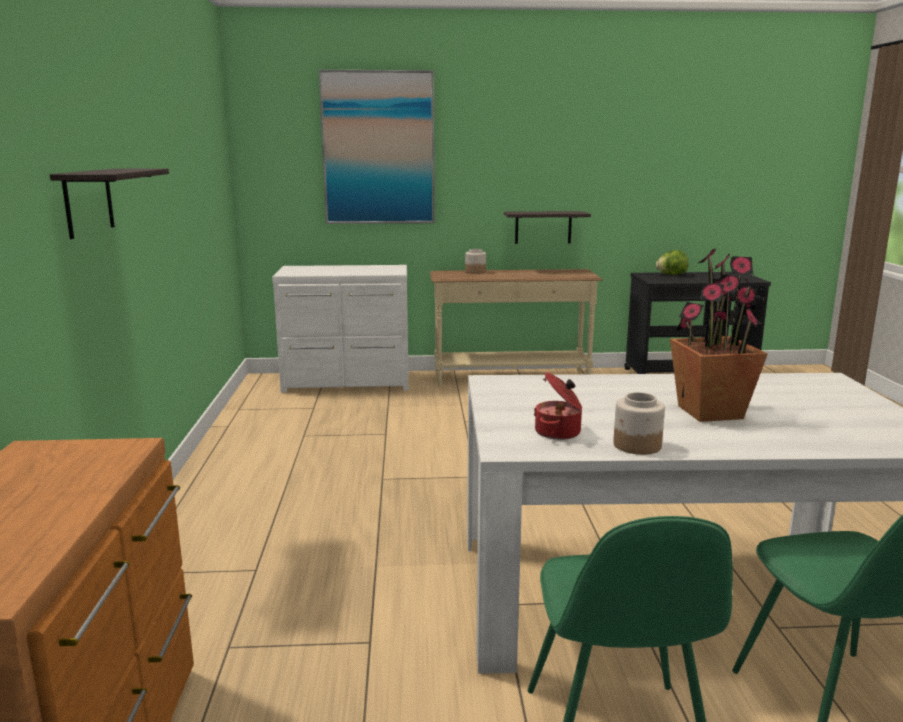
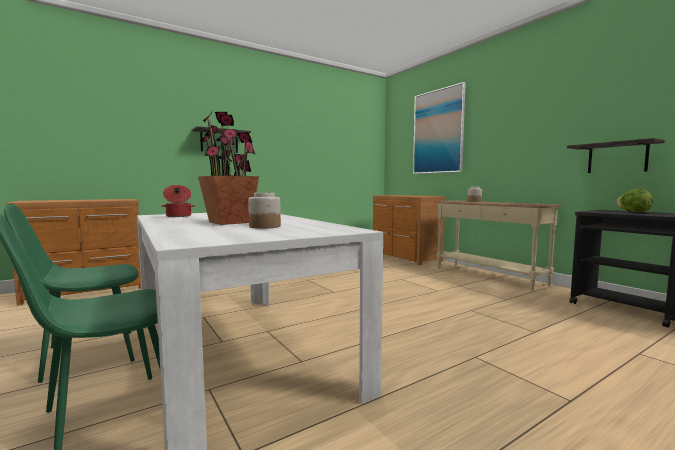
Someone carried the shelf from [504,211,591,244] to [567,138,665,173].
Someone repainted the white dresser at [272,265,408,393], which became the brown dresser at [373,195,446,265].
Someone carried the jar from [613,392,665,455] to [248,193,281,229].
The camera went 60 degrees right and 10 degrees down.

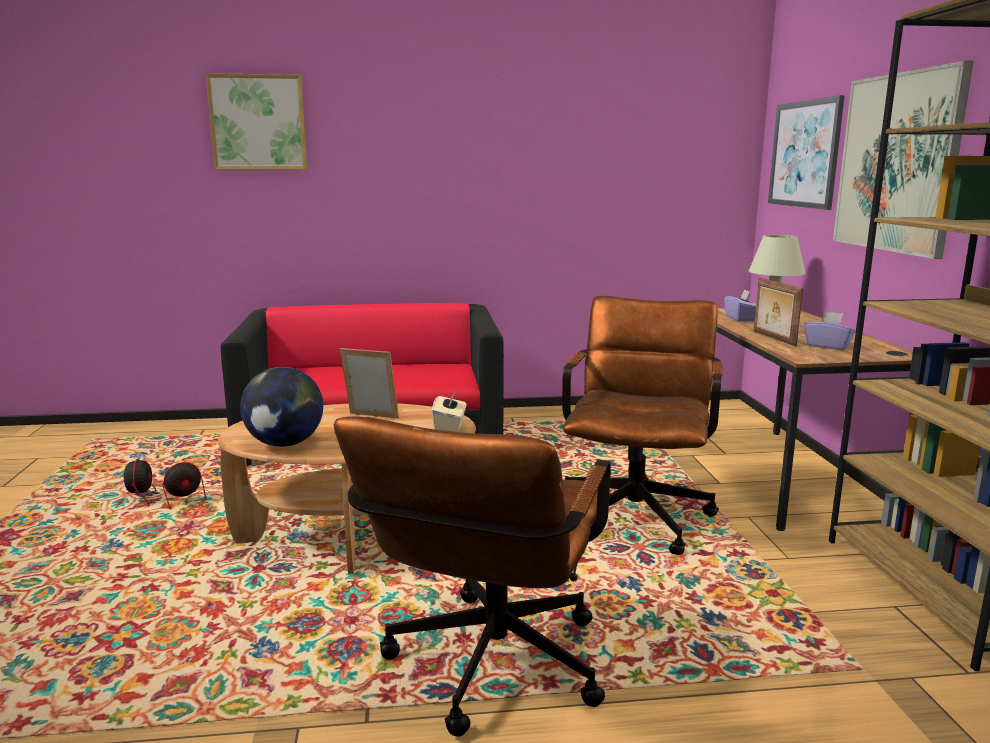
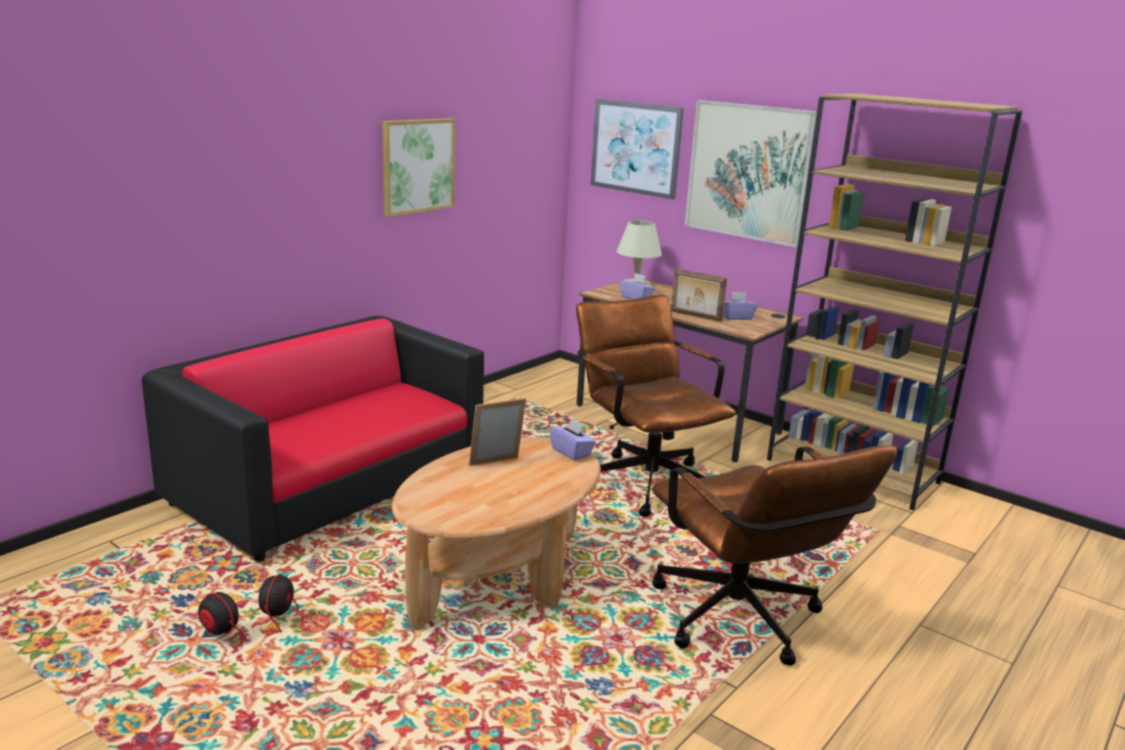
Someone carried the picture from [206,73,307,169] to [382,118,455,217].
Someone took away the globe at [240,367,323,447].
Someone repainted the beige tissue box at [431,390,466,432], which became the purple tissue box at [549,418,596,461].
The camera went 45 degrees left and 5 degrees up.

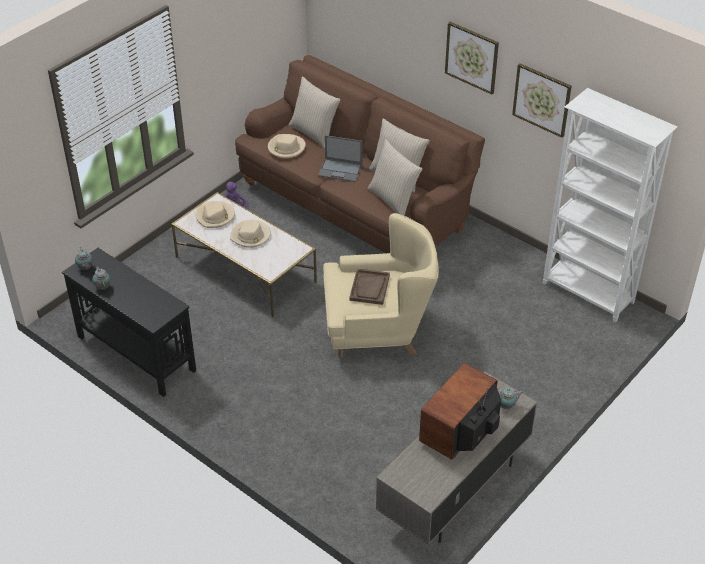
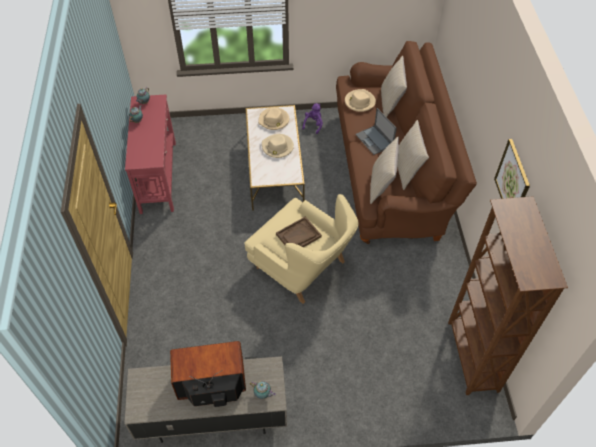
Someone took away the picture at [445,22,499,95].
Someone repainted the white bookcase at [542,88,678,322], which became the brown bookcase at [448,197,568,395].
Someone repainted the black console table at [62,248,196,397], which became the red console table at [125,95,176,214].
The camera went 45 degrees right and 10 degrees up.

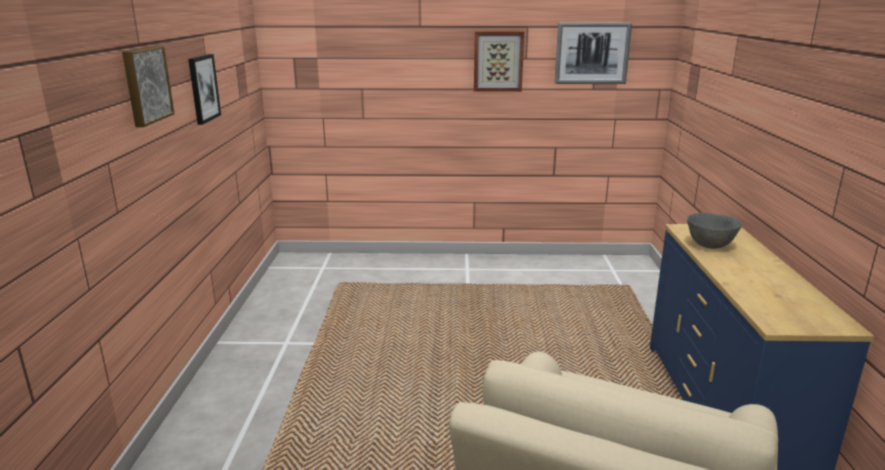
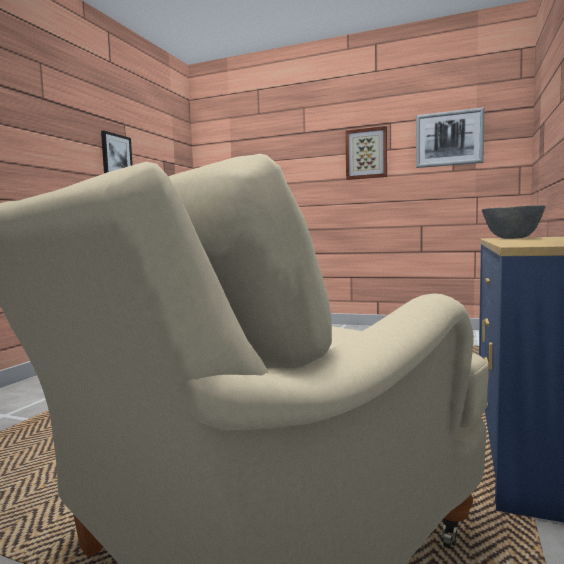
Someone took away the picture at [122,46,174,127].
The camera went 20 degrees right and 15 degrees down.

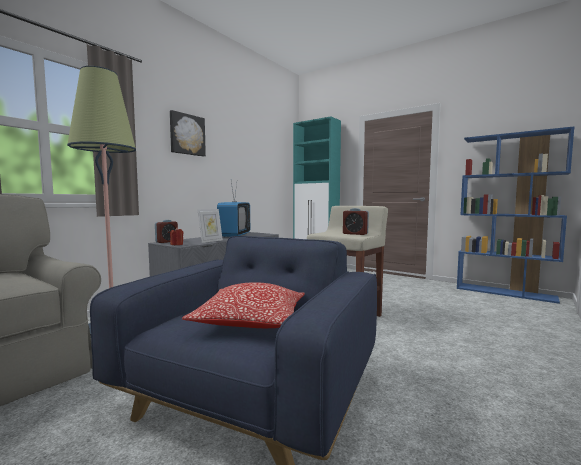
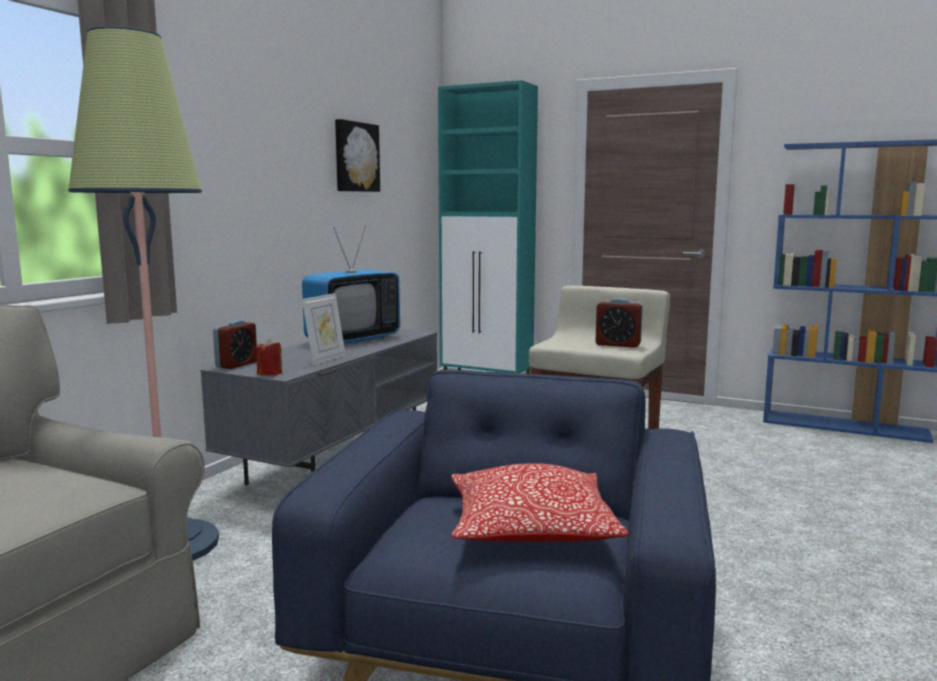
Someone carried the picture from [170,110,206,157] to [335,119,380,192].
Someone rotated the television at [217,182,250,237] by 45 degrees clockwise.
The camera went 10 degrees left and 5 degrees up.

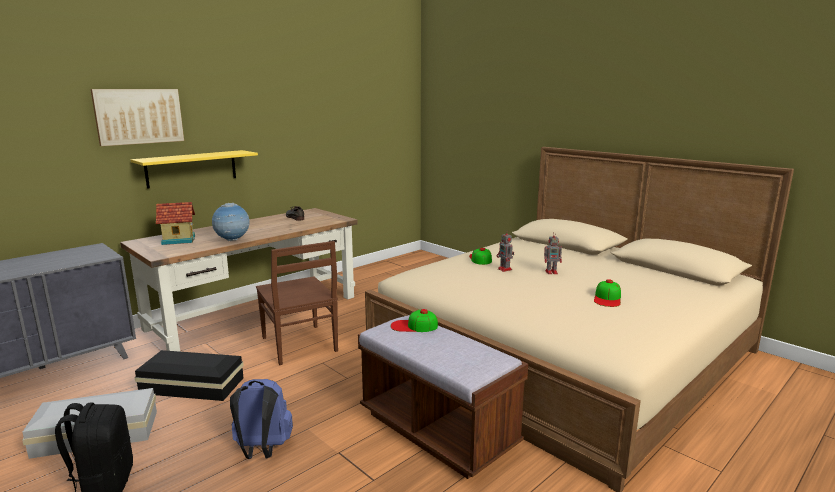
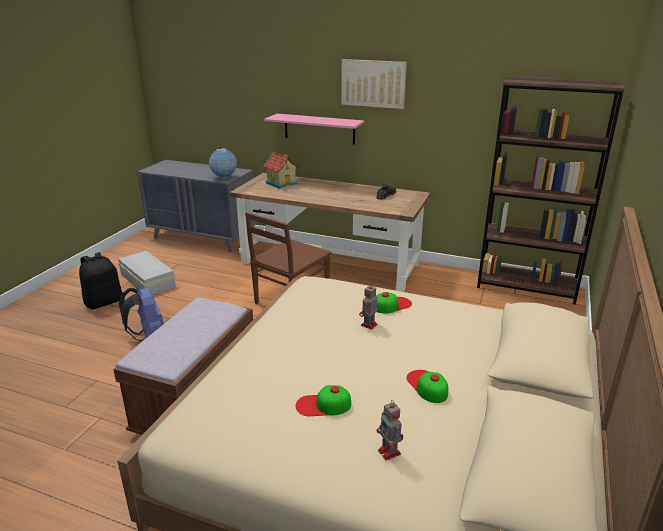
Someone carried the picture from [91,89,184,146] to [341,59,407,109].
Someone repainted the yellow shelf at [131,150,258,189], which became the pink shelf at [264,114,364,145].
Someone carried the globe from [212,203,250,241] to [209,148,237,178].
Someone carried the toy robot from [544,232,562,274] to [376,400,403,460].
Someone carried the cap from [390,309,438,332] to [406,370,448,403].
Someone took away the black storage box at [135,350,244,401].
Someone put down the brown bookcase at [477,76,625,305].
The camera went 65 degrees right and 10 degrees up.

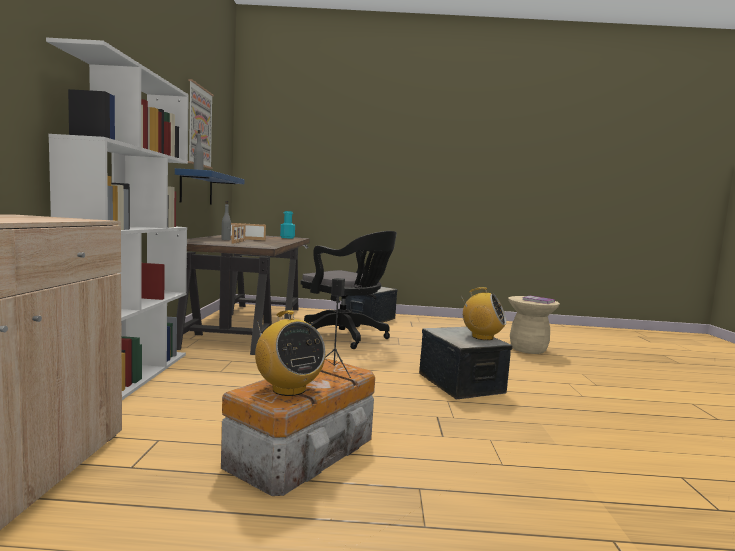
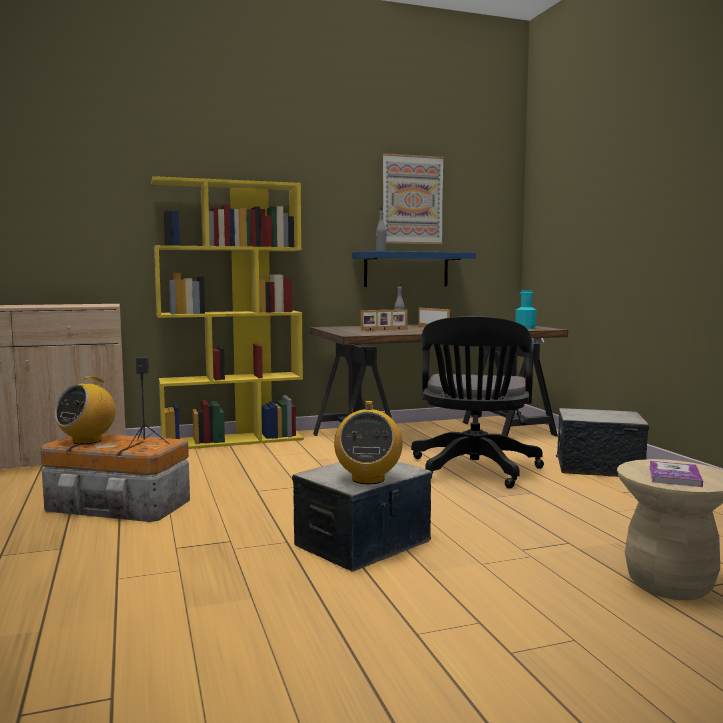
Someone repainted the white bookcase at [46,38,189,400], which became the yellow bookcase at [151,176,304,449].
The camera went 70 degrees right and 0 degrees up.

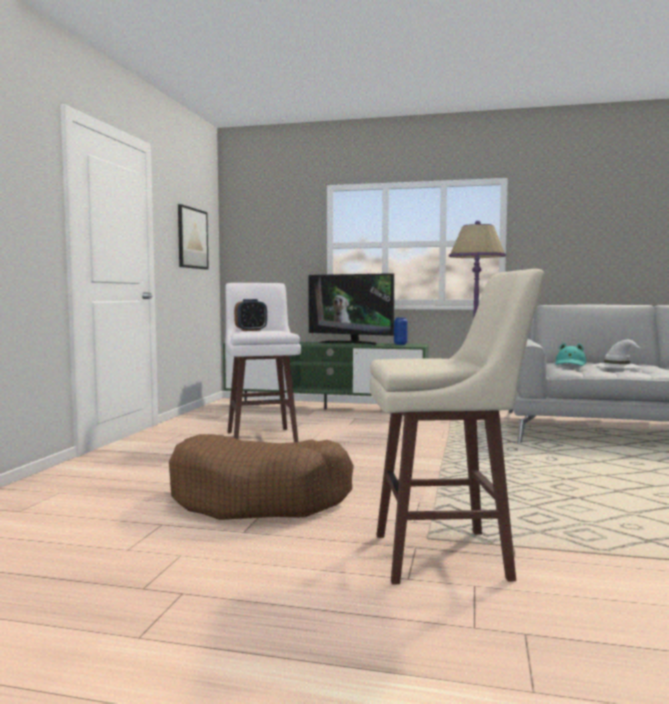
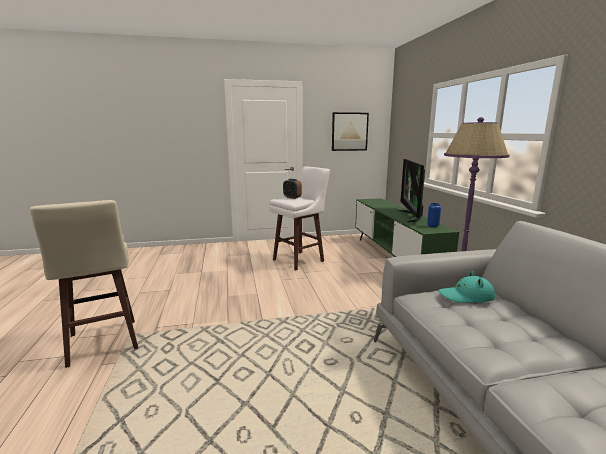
Someone took away the white hat at [593,340,642,368].
Someone took away the brown dog bed at [169,434,354,520].
The camera went 65 degrees right and 10 degrees up.

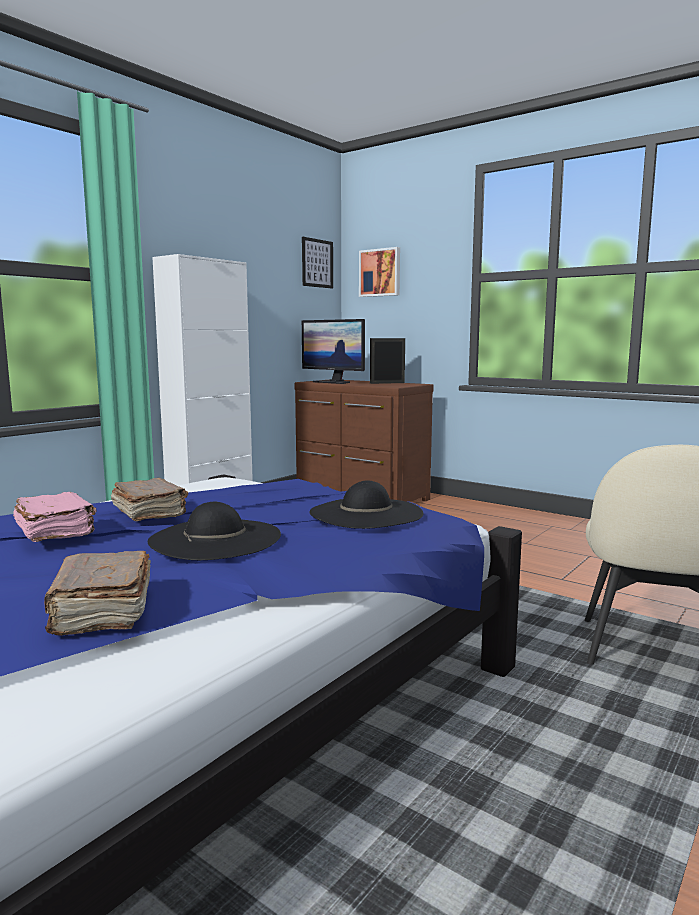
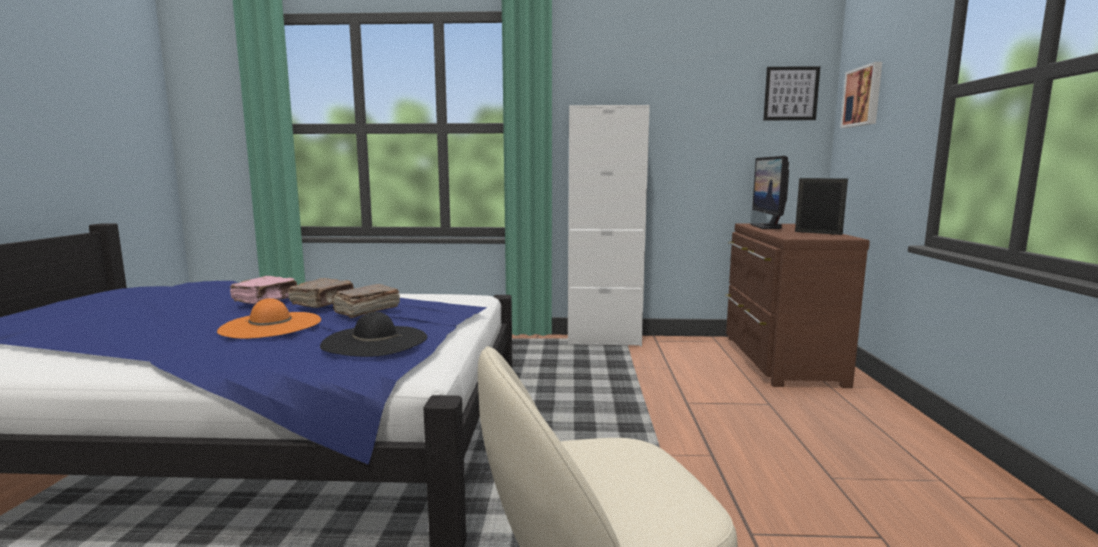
Someone repainted the black hat at [148,502,281,560], which became the orange hat at [217,298,321,339].
Someone carried the brown book from [44,551,151,636] to [332,284,400,318].
The camera went 55 degrees right and 0 degrees up.

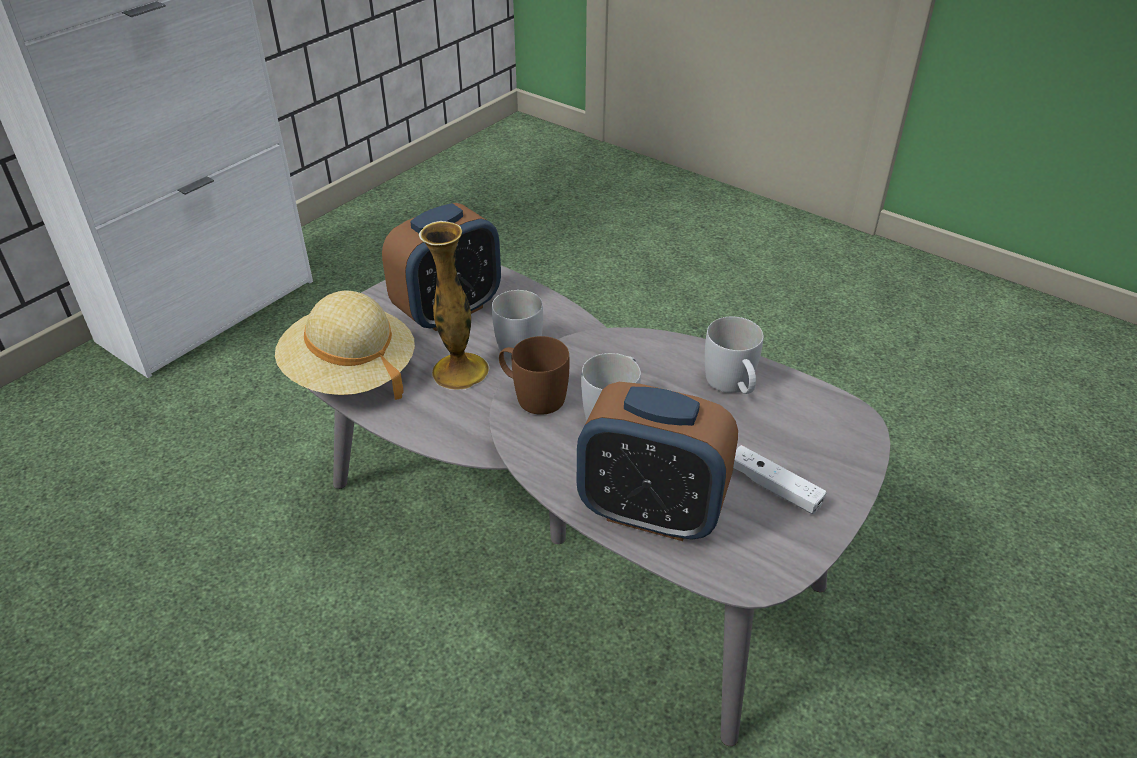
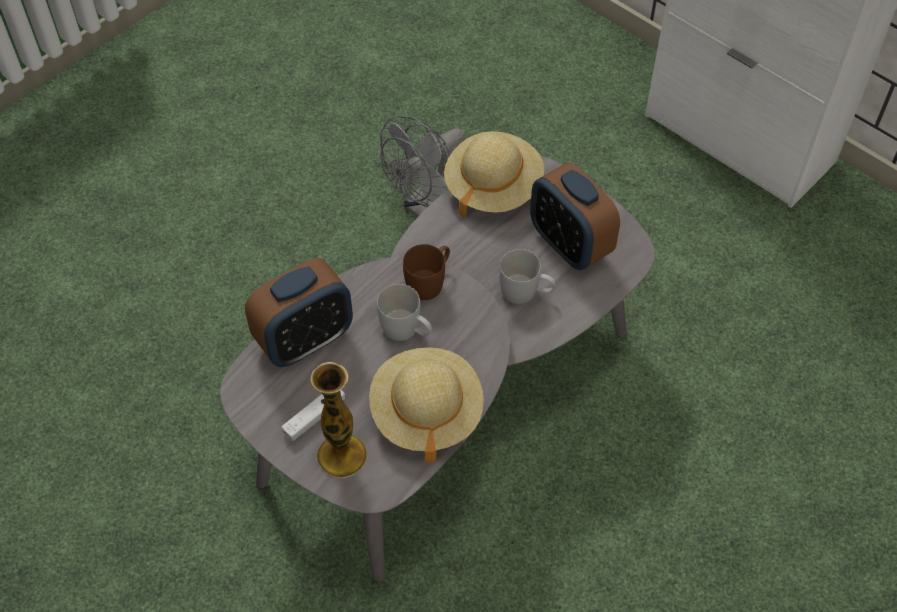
Someone carried the vase from [419,221,490,390] to [310,362,367,478].
Someone swapped the white mug at [705,316,764,394] for the beige hat at [369,347,484,464].
Someone rotated the alarm clock at [577,382,738,541] by 150 degrees counterclockwise.
Someone put down the grey fan at [380,116,465,217].
The camera went 95 degrees right and 15 degrees up.

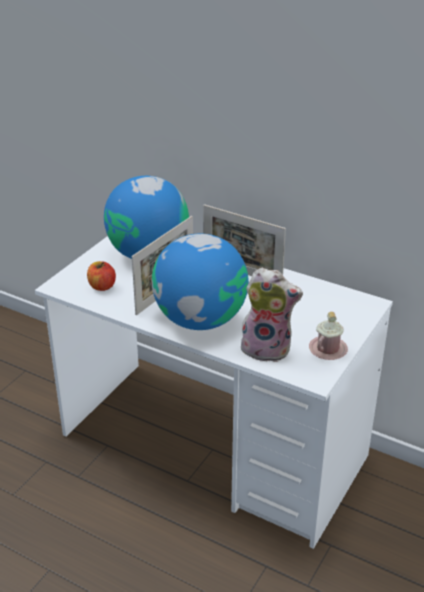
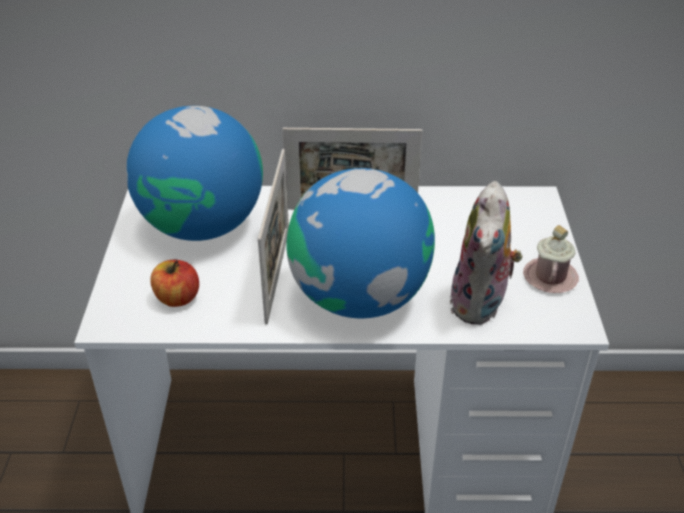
Someone rotated the plush toy at [241,268,303,362] by 120 degrees clockwise.
The camera went 30 degrees left and 5 degrees up.

